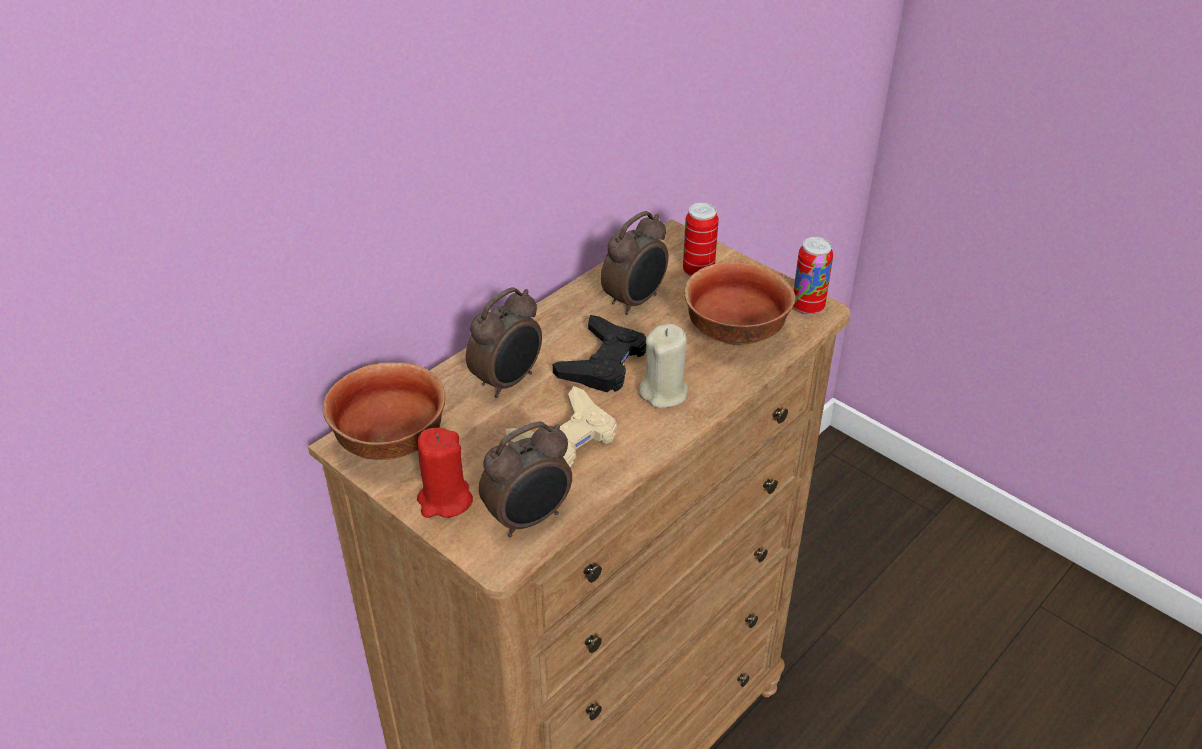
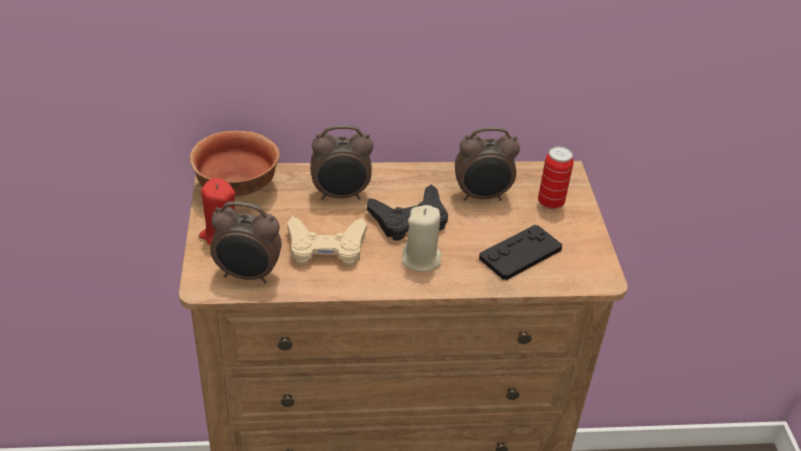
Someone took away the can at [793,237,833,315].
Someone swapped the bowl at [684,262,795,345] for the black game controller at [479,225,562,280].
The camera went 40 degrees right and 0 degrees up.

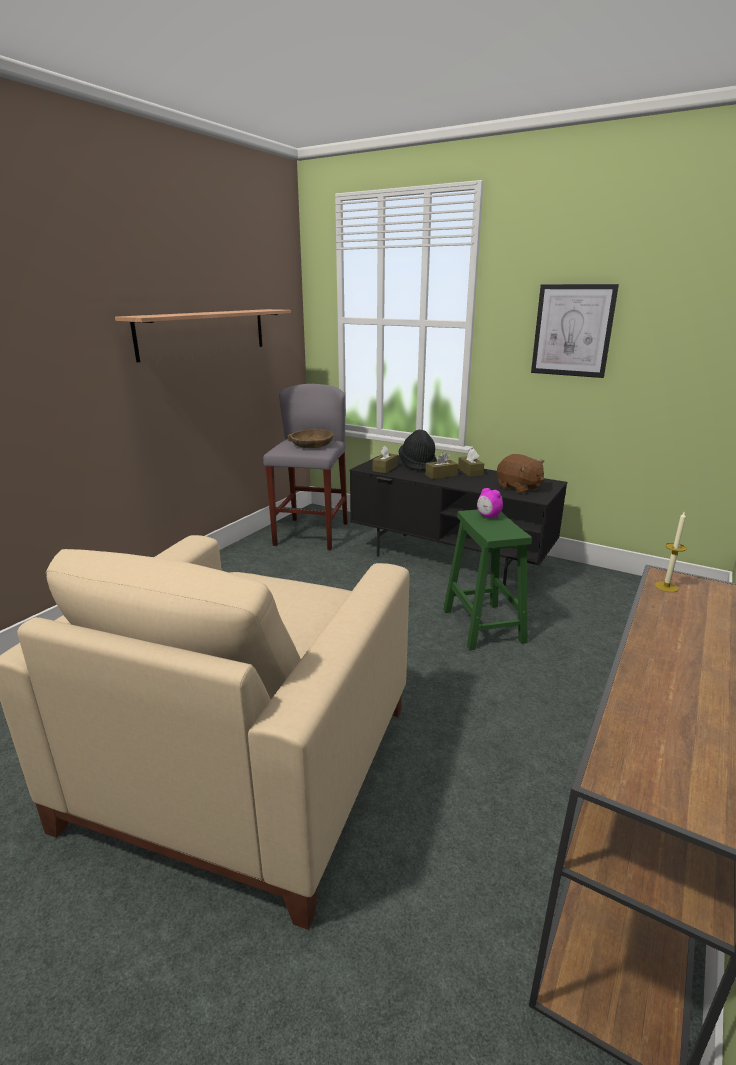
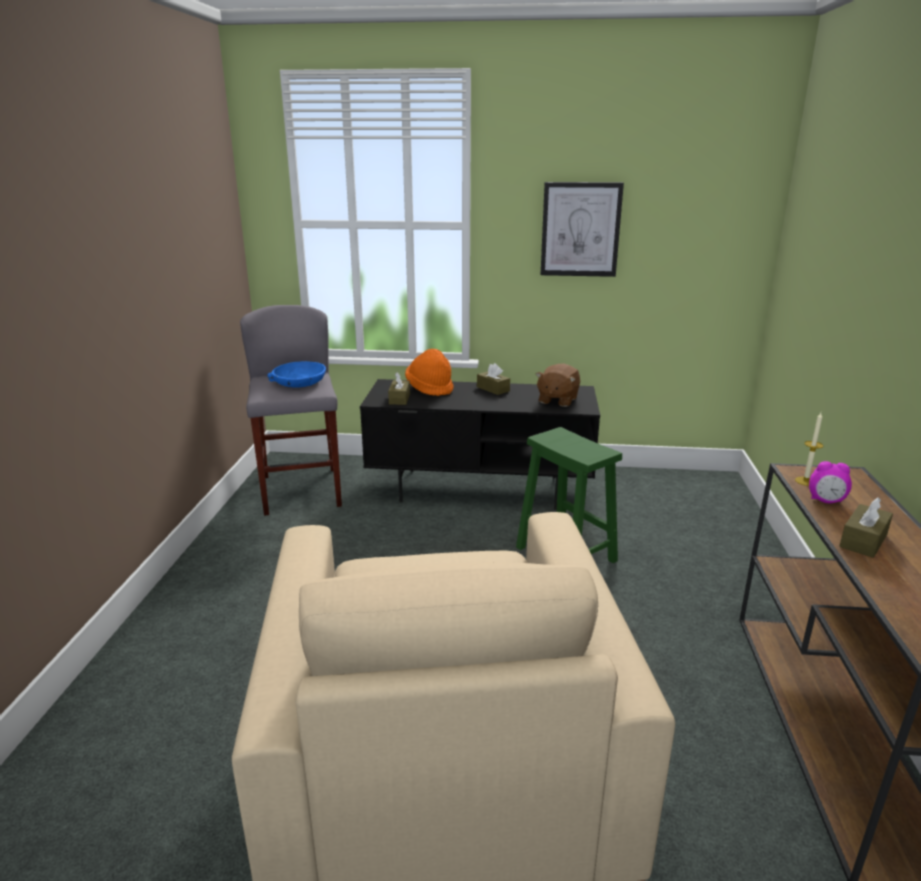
Someone took away the shelf at [115,309,291,362].
Someone repainted the brown bowl at [288,429,333,448], which became the blue bowl at [267,361,326,388].
Someone repainted the black hat at [399,429,437,471], which became the orange hat at [405,349,454,396].
Someone carried the brown tissue box from [425,452,458,479] to [839,497,893,558].
Someone rotated the brown plush toy at [497,454,544,494] by 90 degrees clockwise.
Someone carried the alarm clock from [477,488,503,518] to [809,461,852,503].
The camera went 25 degrees left and 0 degrees up.

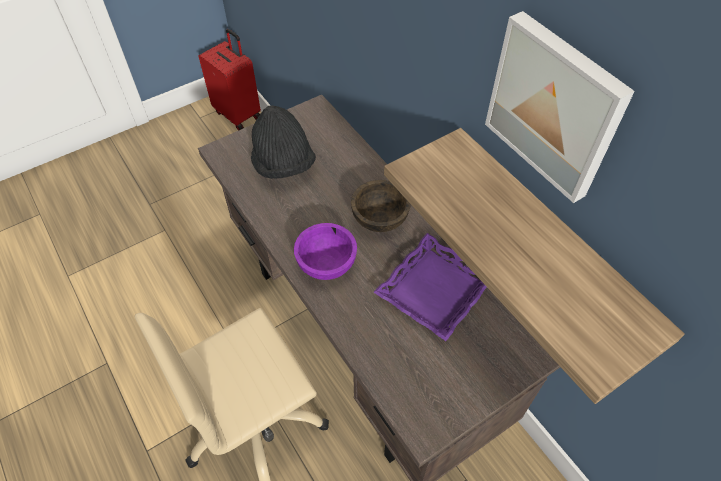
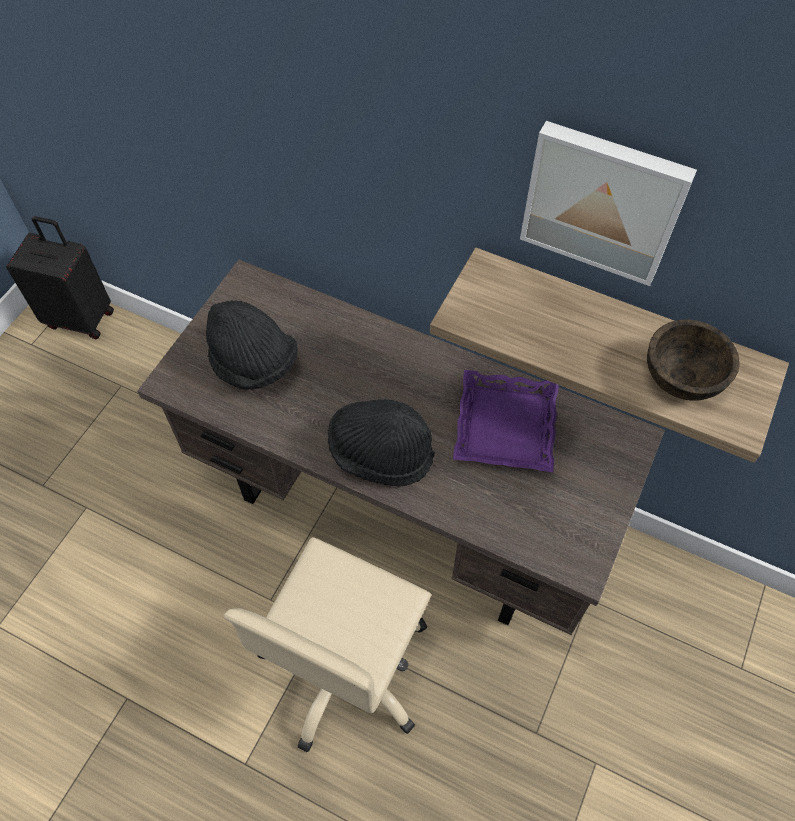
Someone repainted the red suitcase at [199,29,261,131], which became the black suitcase at [6,216,114,339].
Someone carried the brown bowl from [351,180,411,232] to [647,320,740,401].
Someone swapped the purple bowl at [294,223,357,280] for the black hat at [328,399,435,487].
The camera went 30 degrees left and 5 degrees up.

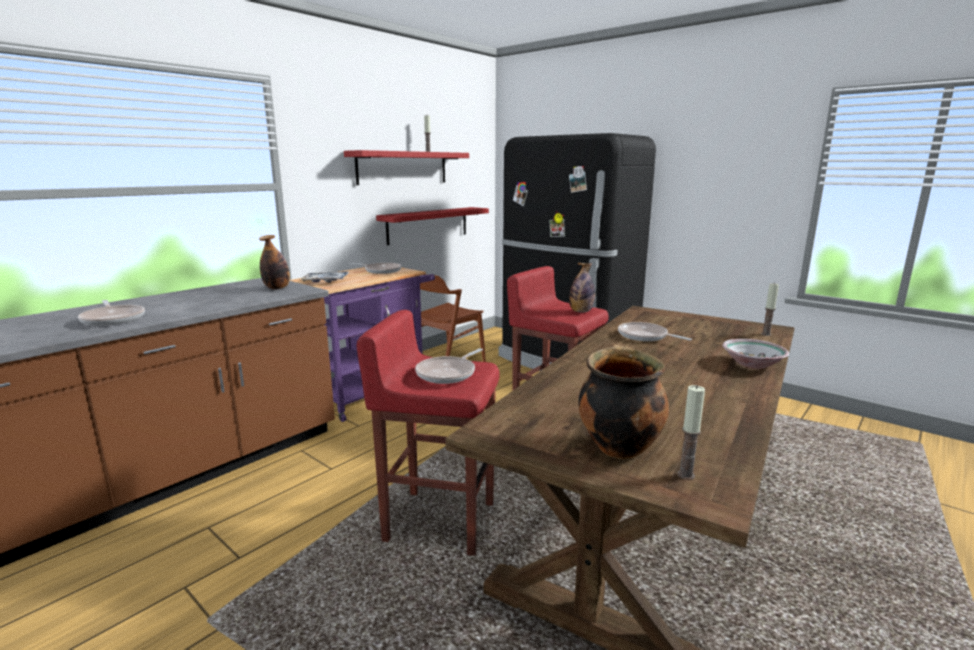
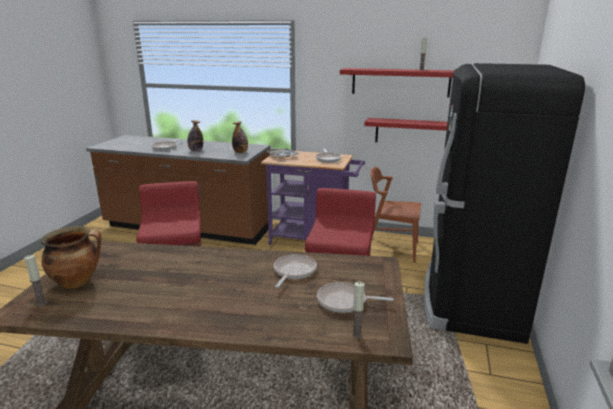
Someone carried the bottle from [569,263,595,312] to [188,120,203,151].
Someone took away the bowl at [722,339,789,369].
Someone carried the frying pan from [415,348,483,384] to [317,282,394,313].
The camera went 65 degrees right and 5 degrees up.

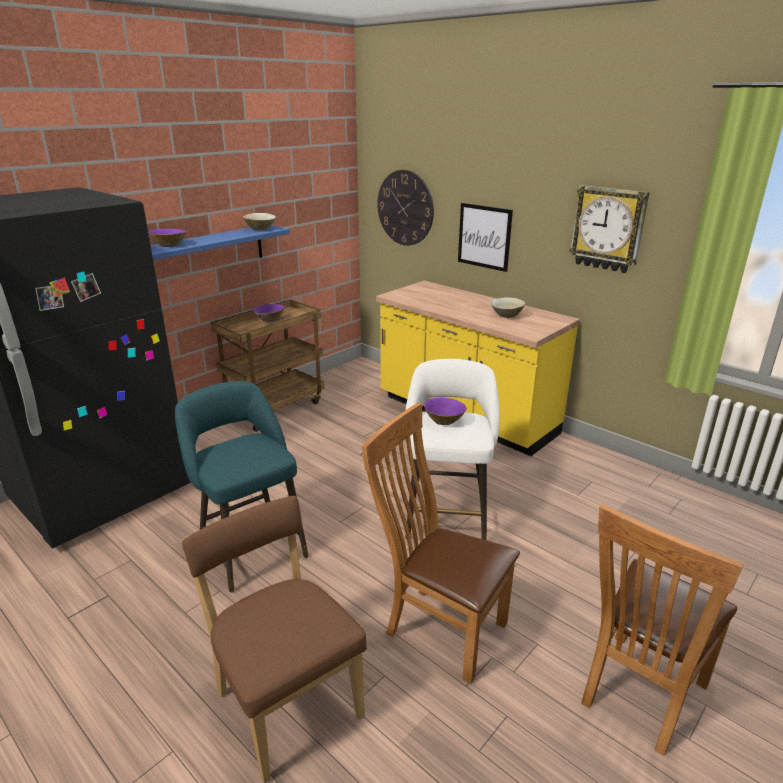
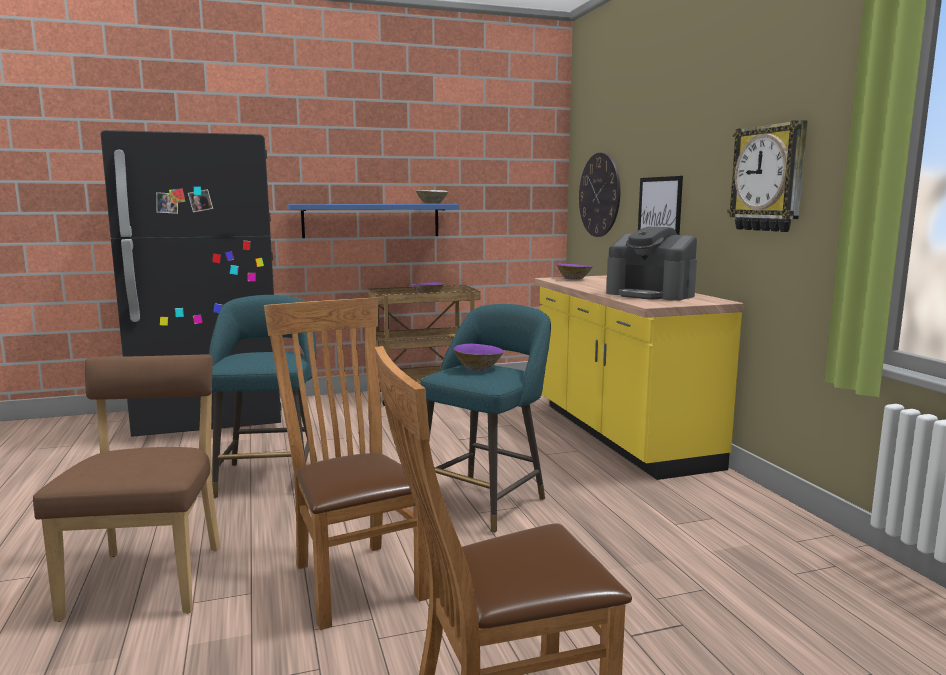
Someone carried the purple bowl from [148,229,187,247] to [557,263,593,280].
Someone swapped the beige bowl at [491,297,525,318] for the coffee machine at [606,227,697,301].
Someone repainted the white stool at [405,359,500,540], which became the turquoise stool at [420,304,551,533].
The camera went 30 degrees right and 15 degrees down.

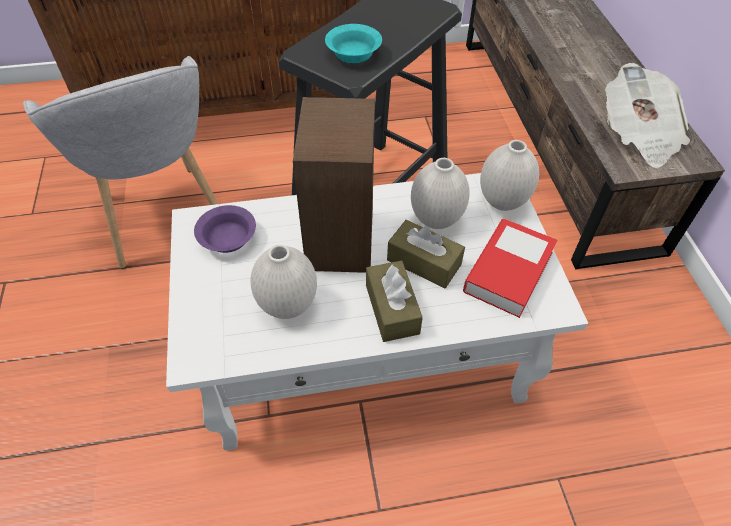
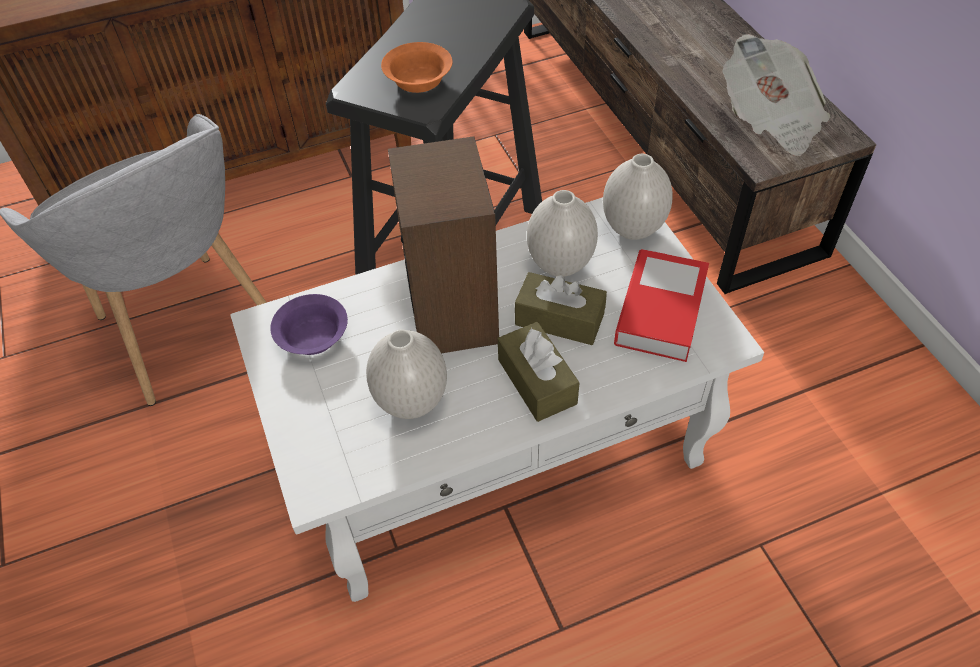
Someone repainted the turquoise bowl at [325,24,382,63], which became the orange bowl at [381,42,453,93].
The camera went 10 degrees left and 0 degrees up.

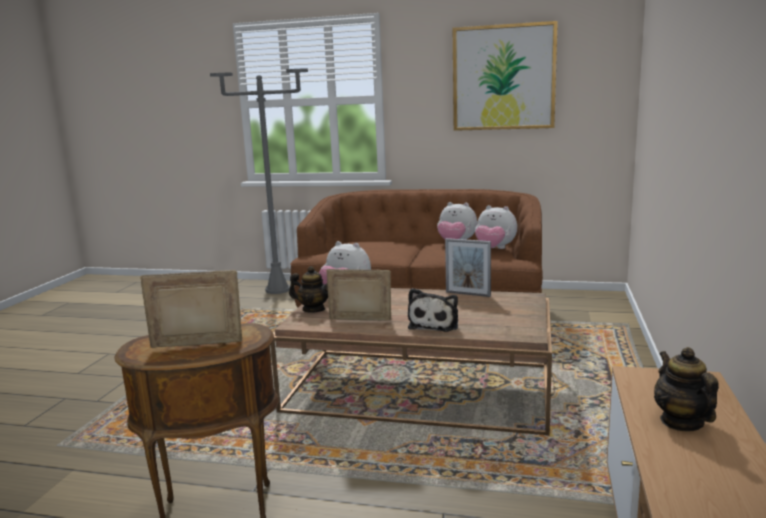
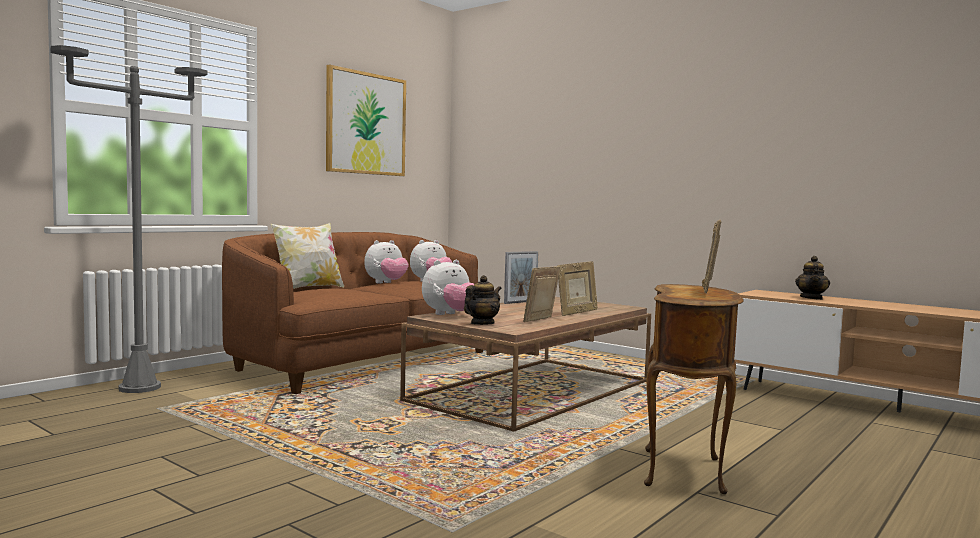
Someone swapped the plush toy at [408,288,458,332] for the picture frame at [557,261,598,316].
Someone rotated the teapot at [654,347,719,431] by 90 degrees counterclockwise.
Someone put down the pillow at [271,223,344,289].
The camera went 65 degrees left and 10 degrees down.

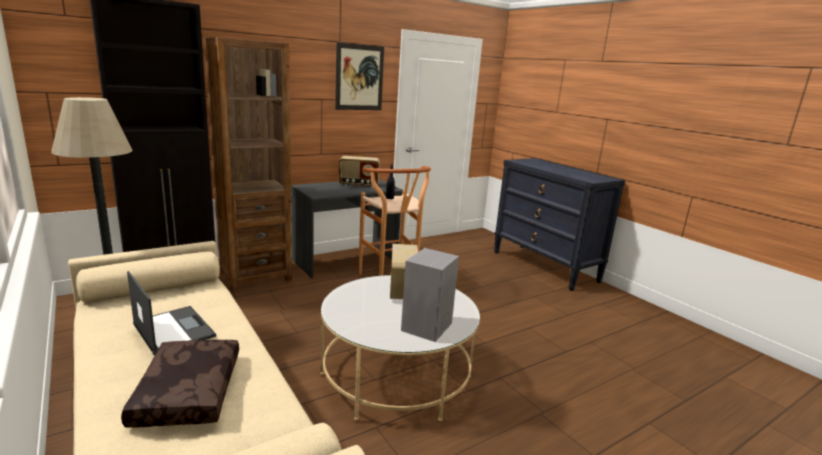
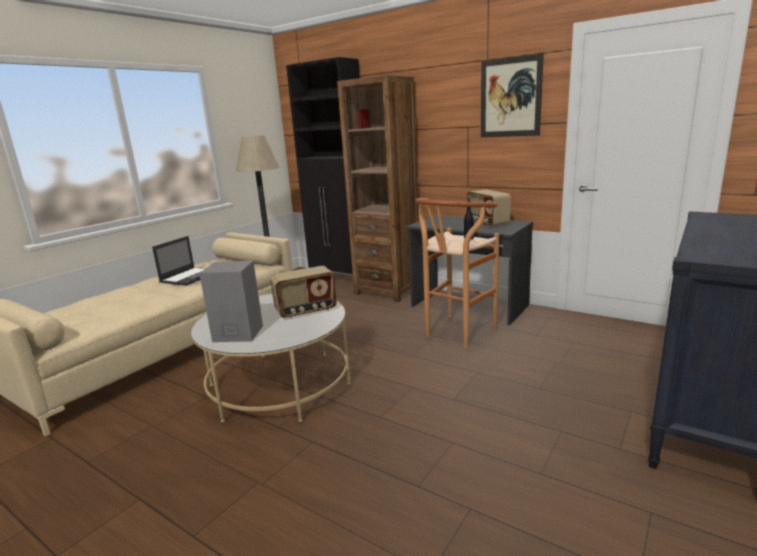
Someone took away the brown pillow at [121,340,239,428].
The camera went 70 degrees right and 0 degrees up.

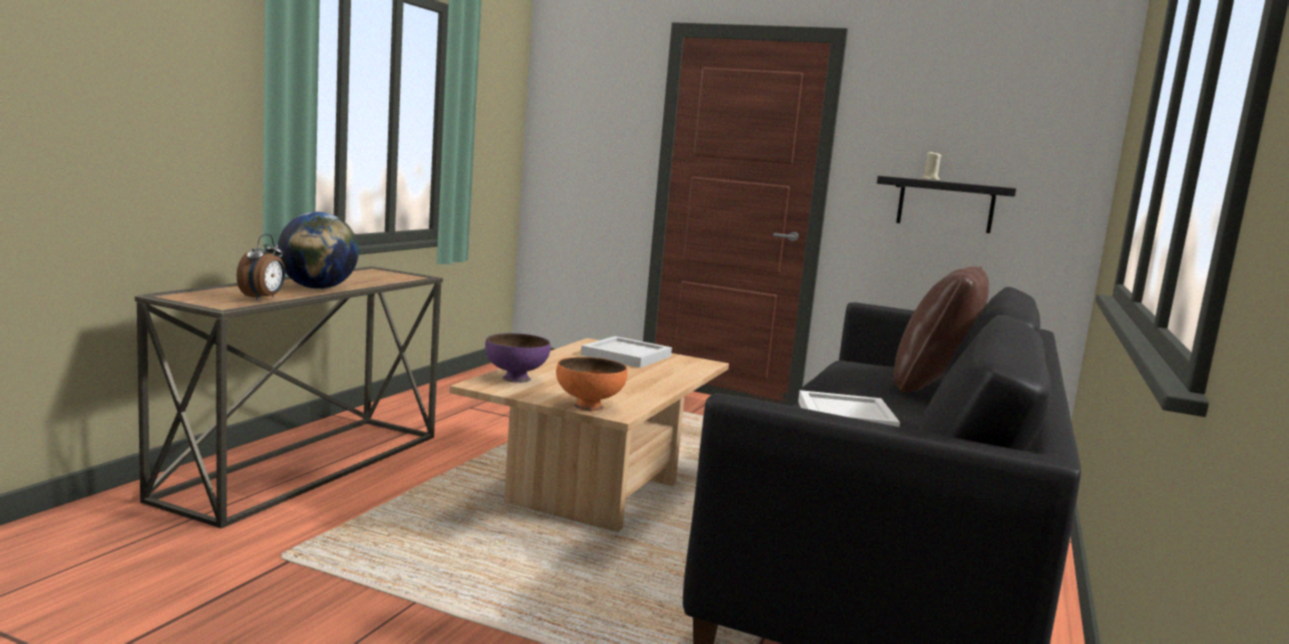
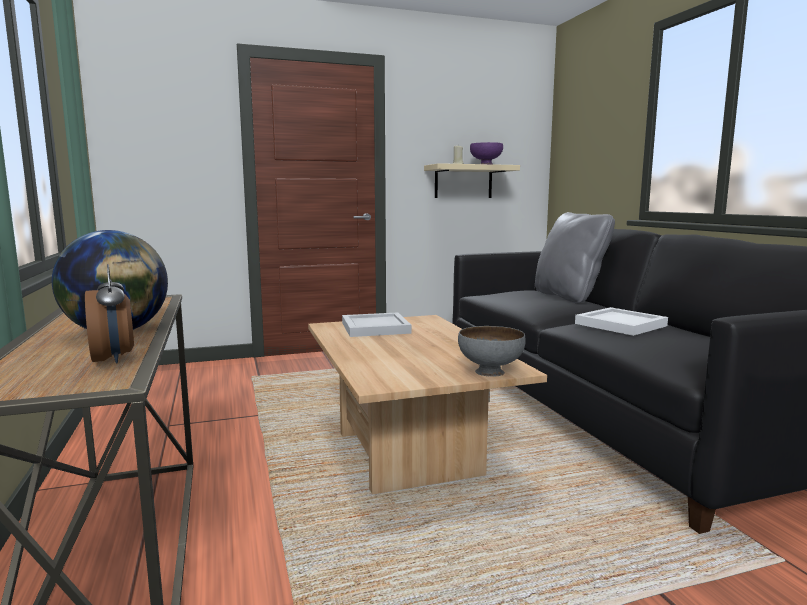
Someone repainted the black shelf at [877,176,1016,233], which became the beige shelf at [424,163,520,198].
Someone repainted the brown pillow at [894,266,989,393], which became the grey pillow at [535,212,615,304].
Someone carried the purple bowl from [485,333,551,383] to [470,142,503,164].
Someone repainted the orange bowl at [556,357,627,411], which became the grey bowl at [458,326,526,377].
The camera went 40 degrees left and 0 degrees up.

